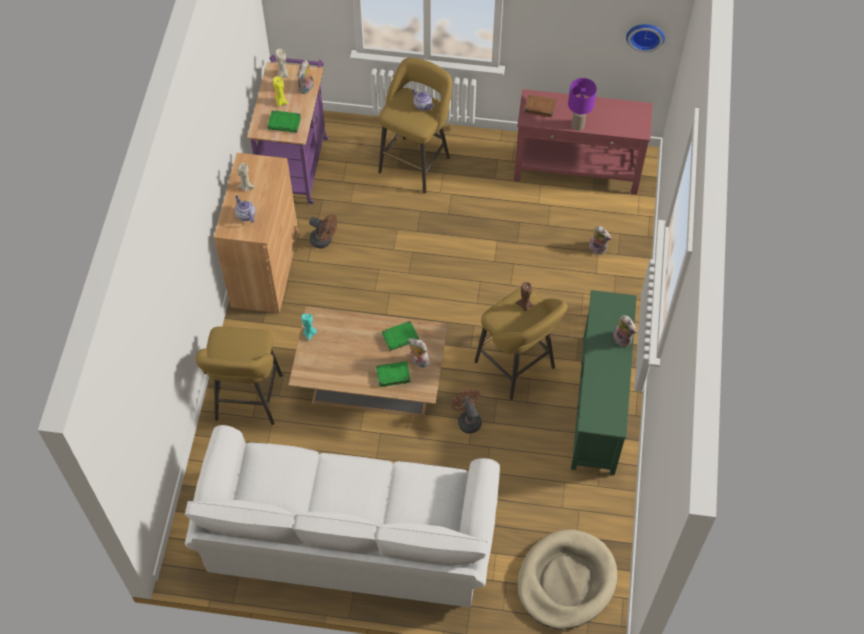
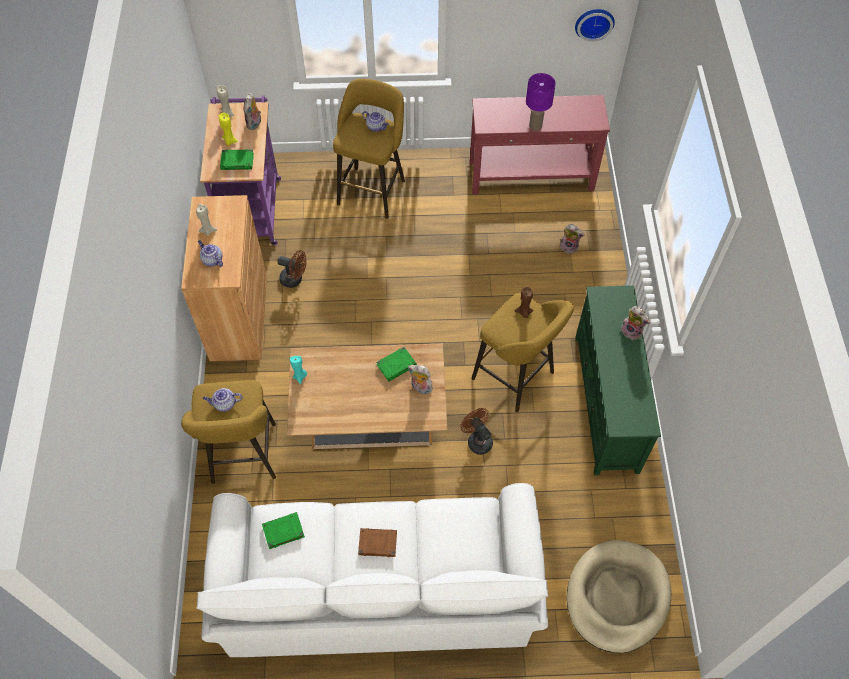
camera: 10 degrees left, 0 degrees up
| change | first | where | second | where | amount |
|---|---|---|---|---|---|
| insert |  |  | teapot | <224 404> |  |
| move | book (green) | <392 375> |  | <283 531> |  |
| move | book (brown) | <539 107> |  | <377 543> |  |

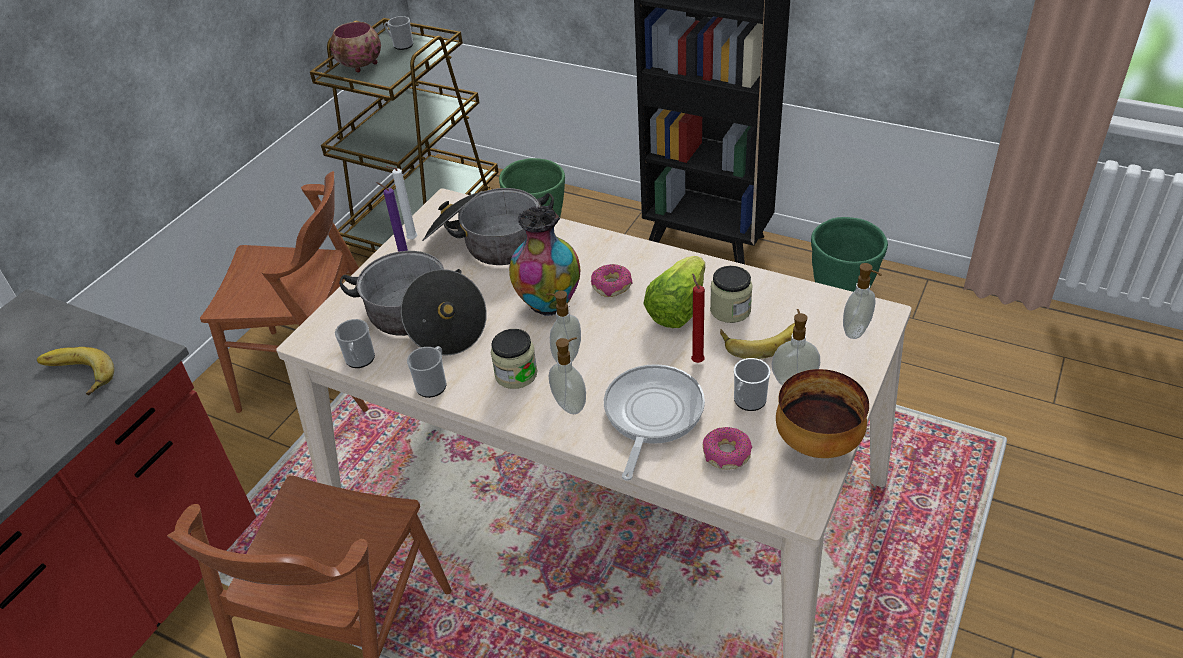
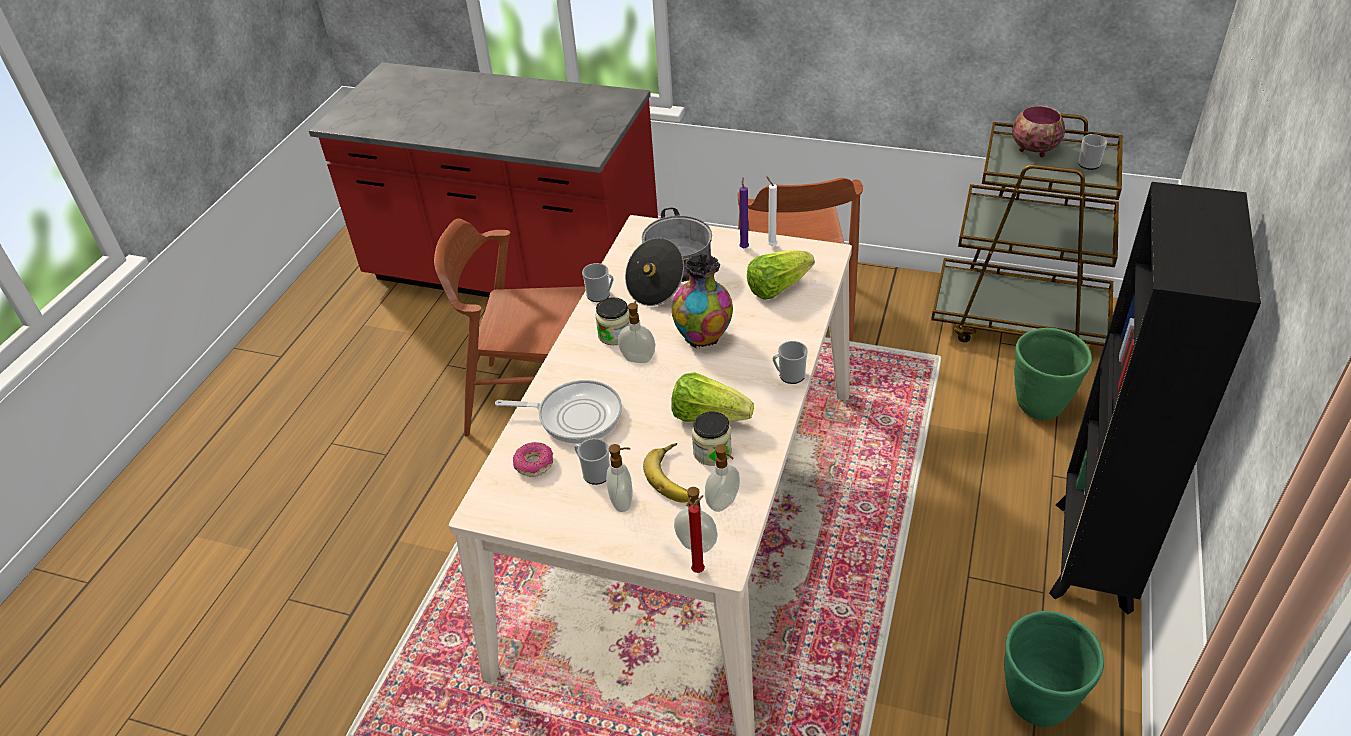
camera: 80 degrees right, 0 degrees up
| change | first | where | second | where | amount |
|---|---|---|---|---|---|
| move | candle (red) | <696 360> |  | <700 569> |  |
| move | soap dispenser | <570 404> |  | <723 503> |  |
| replace | cooking pot | <487 243> | lettuce | <777 287> |  |
| move | mug | <360 360> |  | <789 376> |  |
| delete | banana | <75 376> |  |  |  |
| delete | donut | <612 286> |  |  |  |
| delete | bowl | <816 443> |  |  |  |

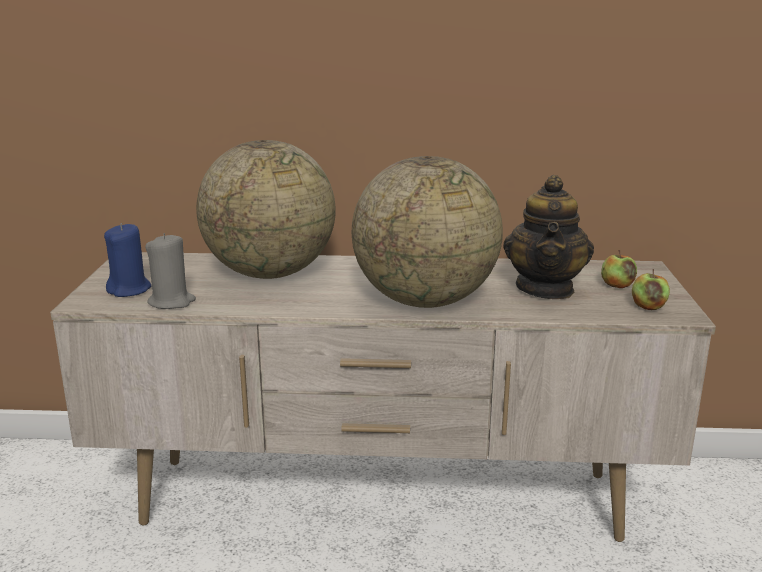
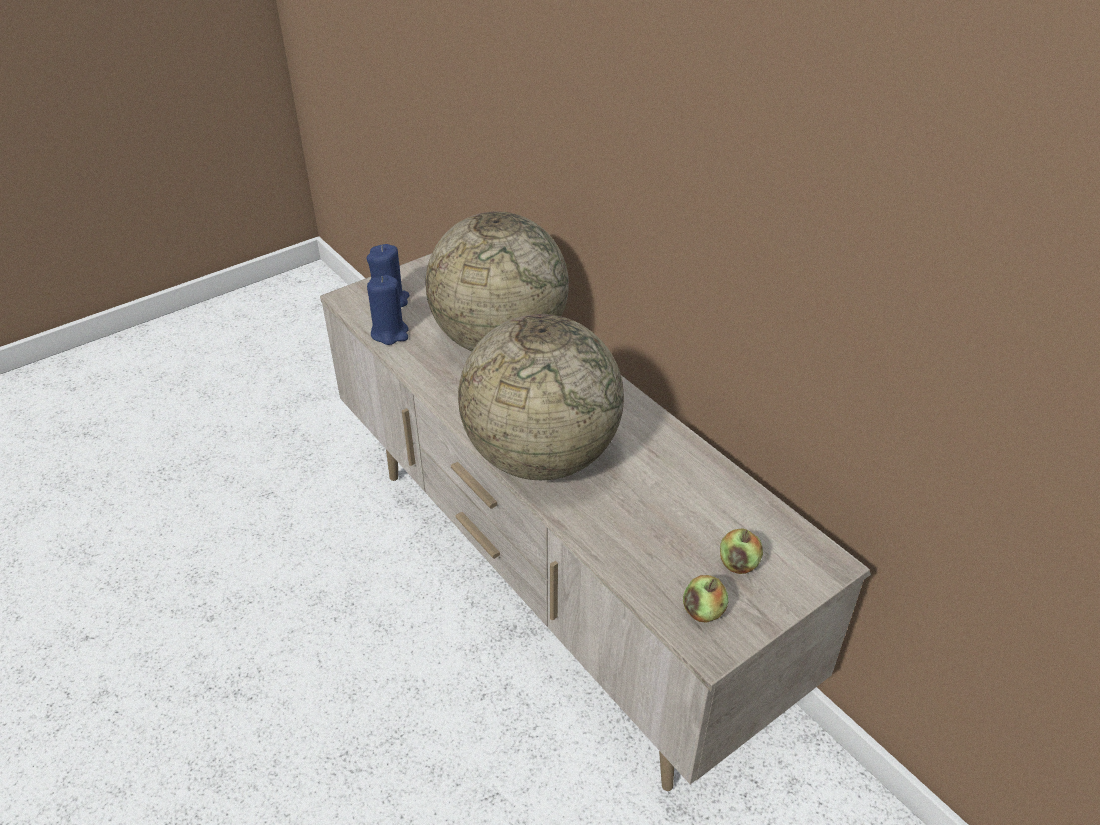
camera: 50 degrees right, 20 degrees up
| change | first | where | second | where | amount |
|---|---|---|---|---|---|
| recolor | candle (grey) | <171 302> | candle (blue) | <390 333> |  |
| delete | teapot | <545 289> |  |  |  |

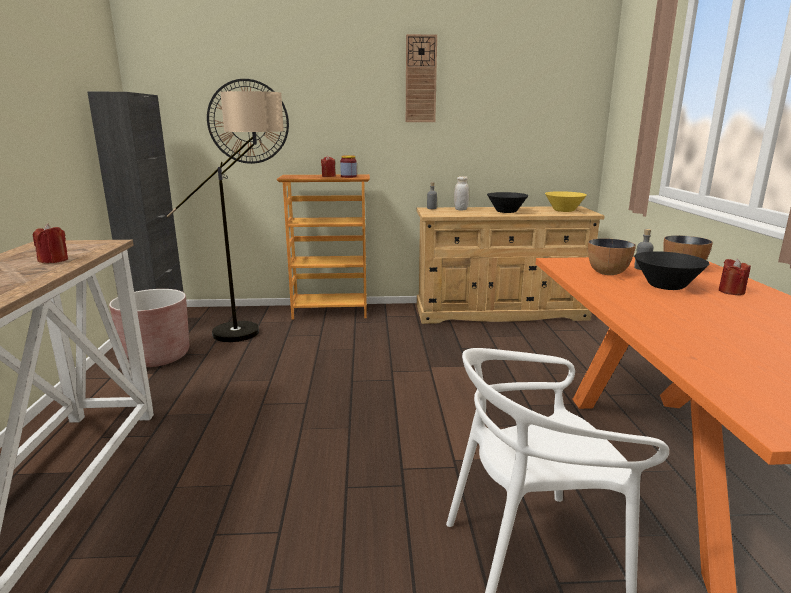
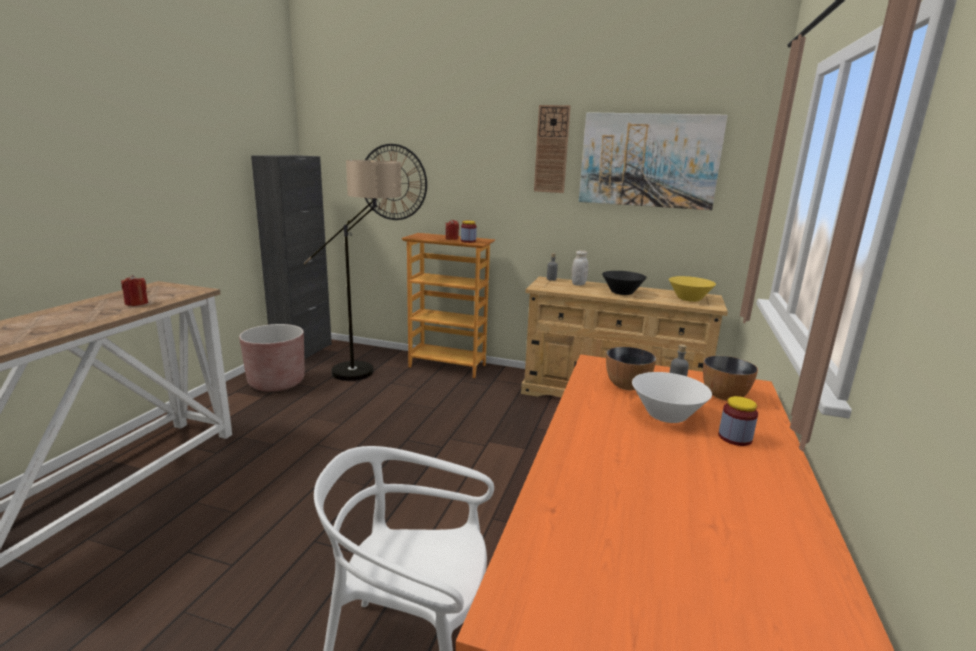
camera: 20 degrees right, 0 degrees up
| change | first | where | second | where | amount |
|---|---|---|---|---|---|
| insert |  |  | picture | <648 160> |  |
| recolor | bowl (black) | <666 286> | bowl (white) | <666 415> |  |
| replace | candle (red) | <731 291> | jar | <735 438> |  |

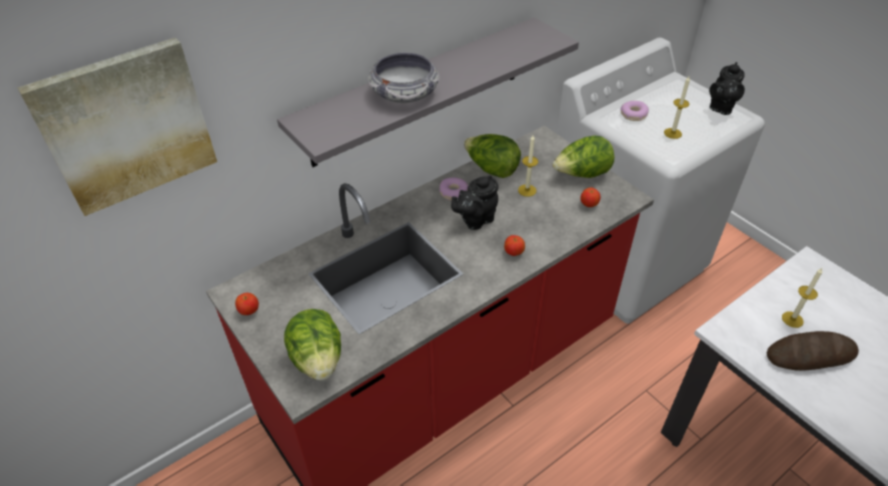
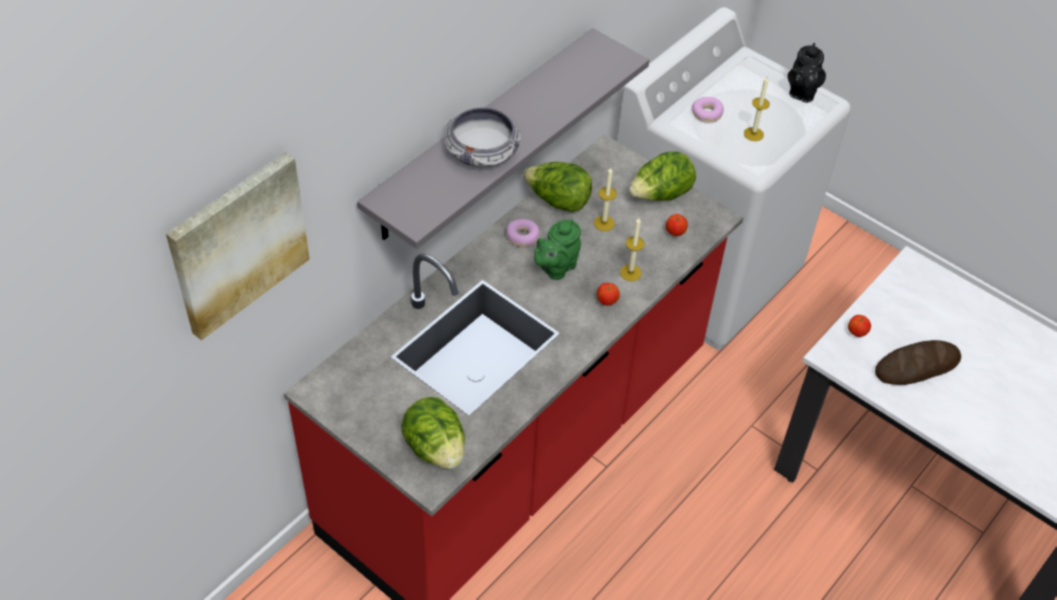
camera: 15 degrees left, 5 degrees up
| change | first | where | second | where | amount |
|---|---|---|---|---|---|
| recolor | teapot (black) | <475 220> | teapot (green) | <556 268> |  |
| move | candle | <792 319> |  | <630 273> |  |
| move | apple | <249 311> |  | <856 332> |  |

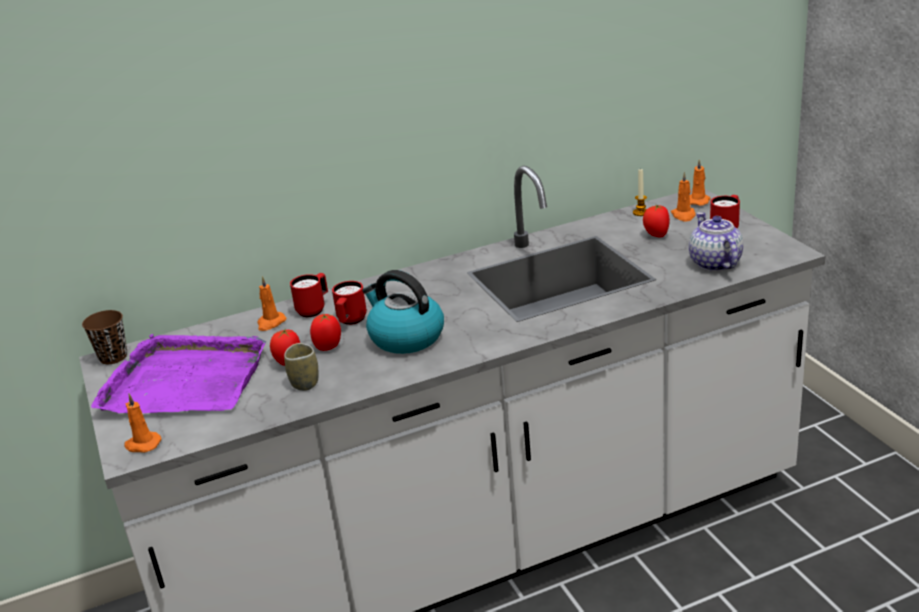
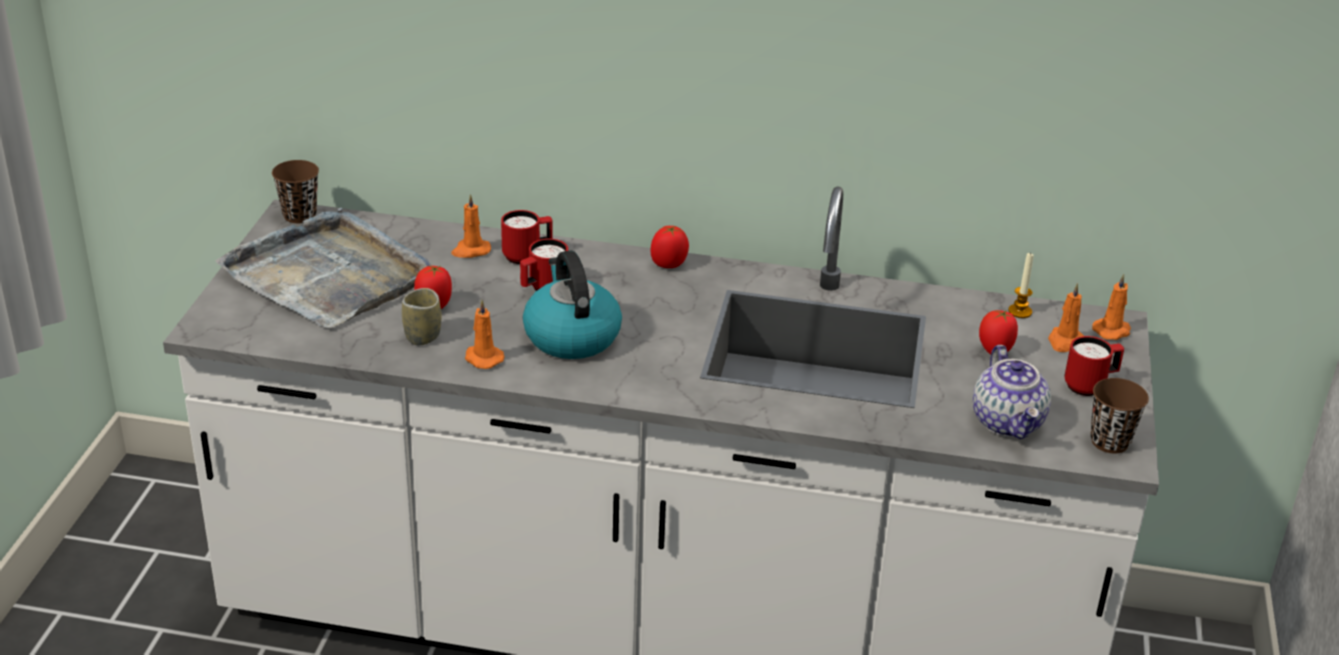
camera: 30 degrees right, 5 degrees up
| change | first | where | second | where | amount |
|---|---|---|---|---|---|
| recolor | tray (purple) | <185 380> | tray (grey) | <329 275> |  |
| move | candle (orange) | <142 444> |  | <482 358> |  |
| move | tomato | <328 347> |  | <669 264> |  |
| rotate | teapot | <714 263> |  | <1008 422> | 150 degrees clockwise |
| insert |  |  | cup (brown) | <1110 442> |  |

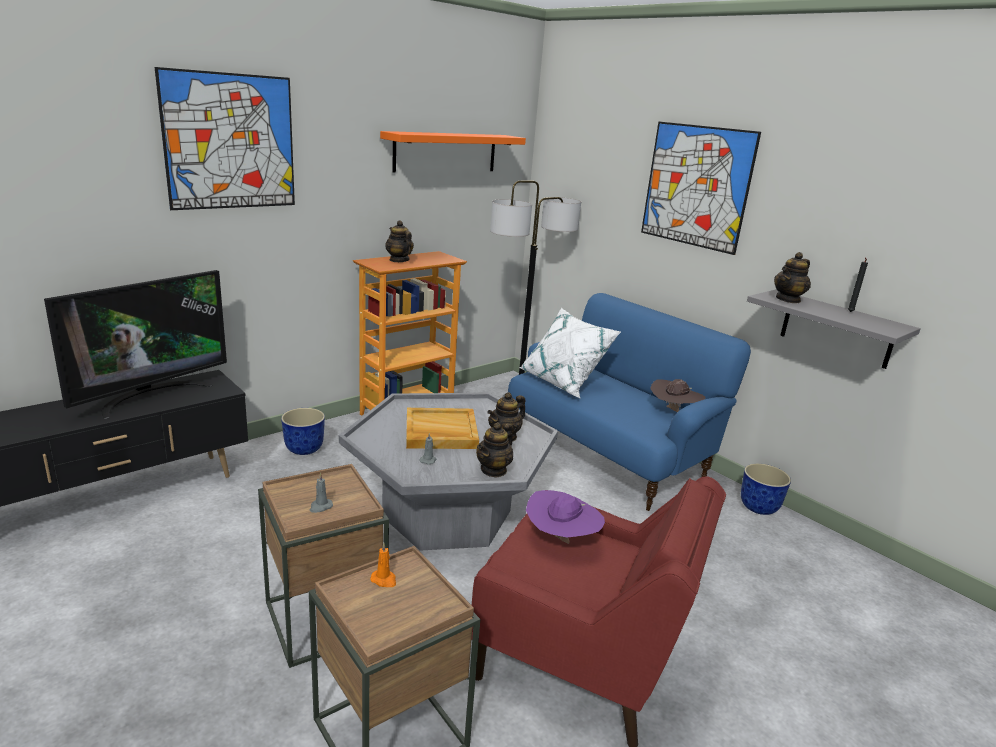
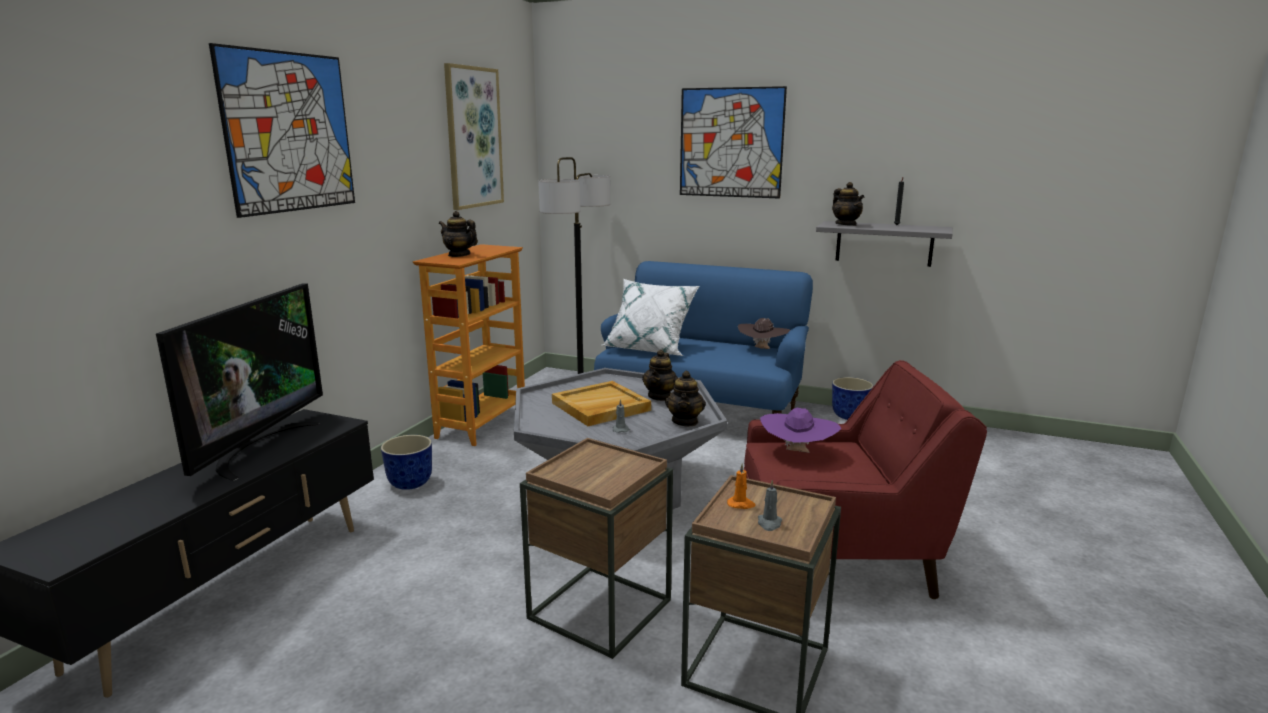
camera: 25 degrees left, 5 degrees down
| change | first | where | second | where | amount |
|---|---|---|---|---|---|
| replace | shelf (orange) | <446 152> | picture | <473 138> |  |
| move | candle (grey) | <320 507> |  | <769 523> |  |
| rotate | teapot | <788 299> |  | <846 224> | 45 degrees counterclockwise |

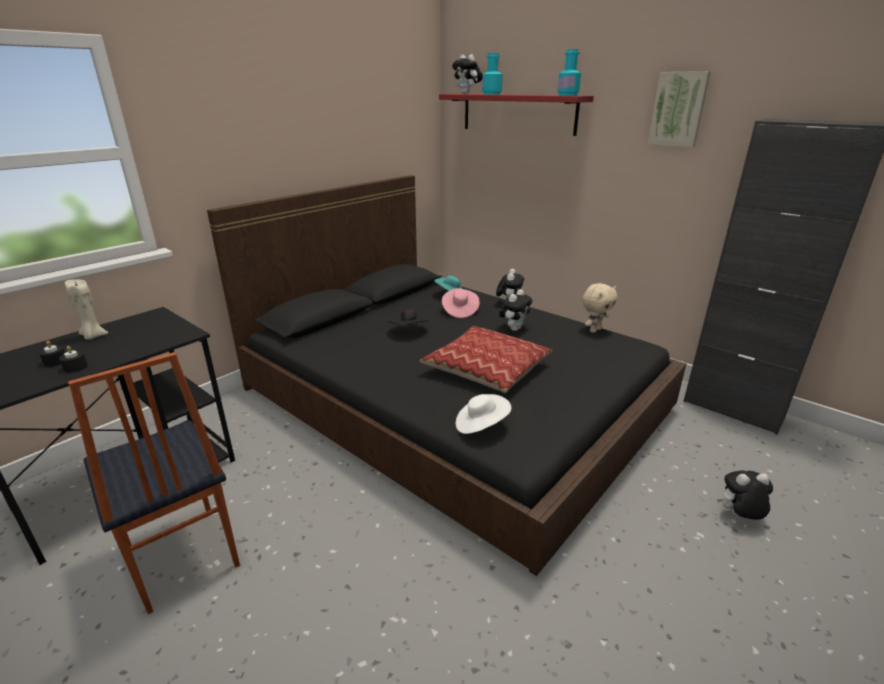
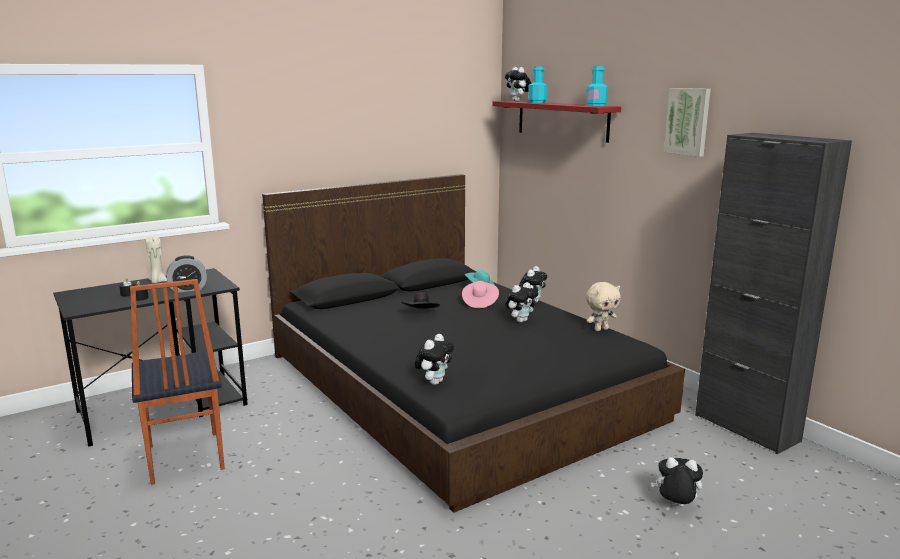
camera: 15 degrees right, 10 degrees down
| change | first | where | second | where | amount |
|---|---|---|---|---|---|
| insert |  |  | alarm clock | <188 289> |  |
| replace | hat (white) | <481 425> | plush toy | <434 382> |  |
| delete | pillow | <486 368> |  |  |  |

